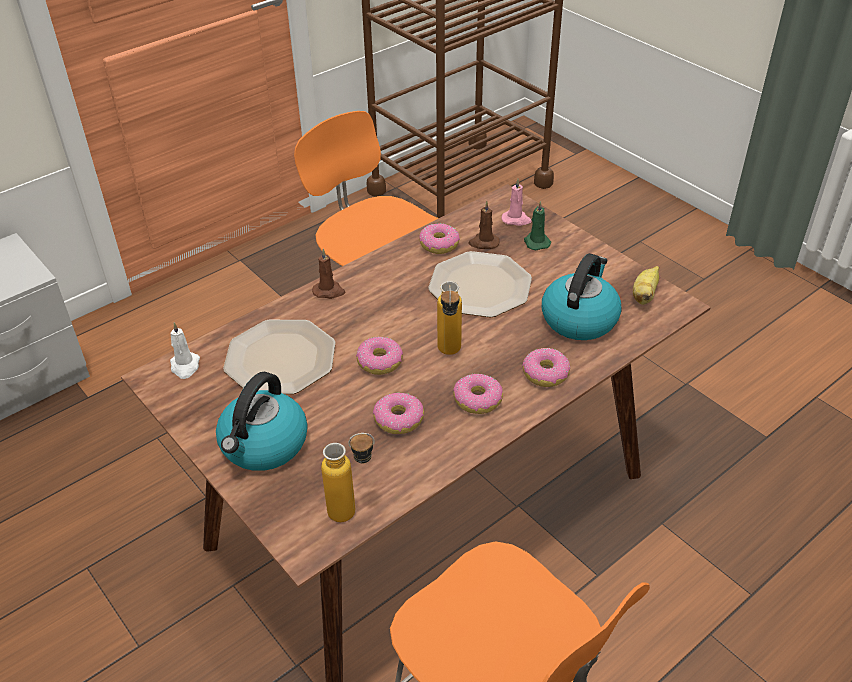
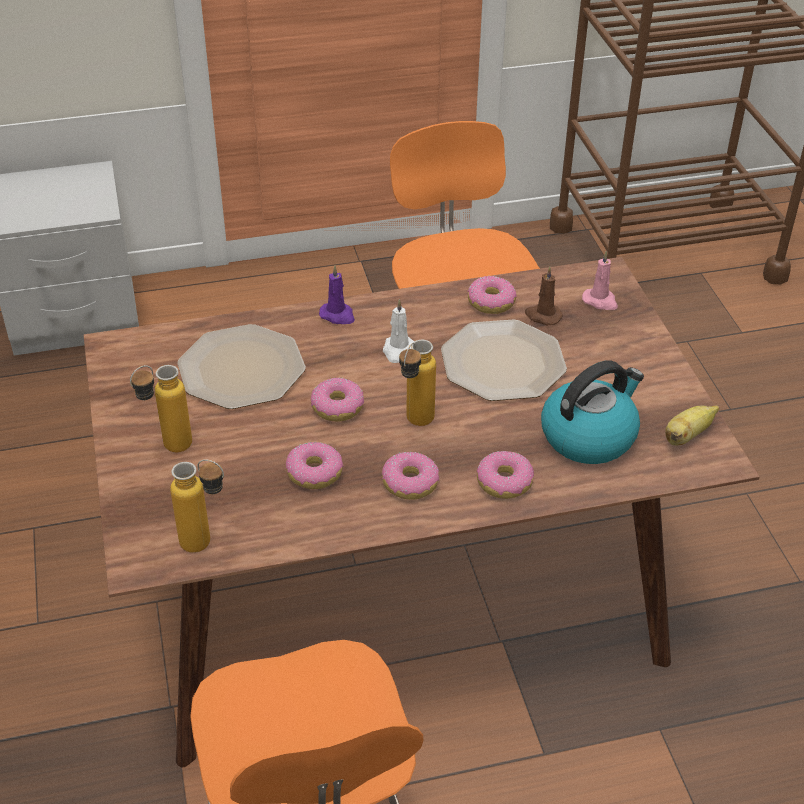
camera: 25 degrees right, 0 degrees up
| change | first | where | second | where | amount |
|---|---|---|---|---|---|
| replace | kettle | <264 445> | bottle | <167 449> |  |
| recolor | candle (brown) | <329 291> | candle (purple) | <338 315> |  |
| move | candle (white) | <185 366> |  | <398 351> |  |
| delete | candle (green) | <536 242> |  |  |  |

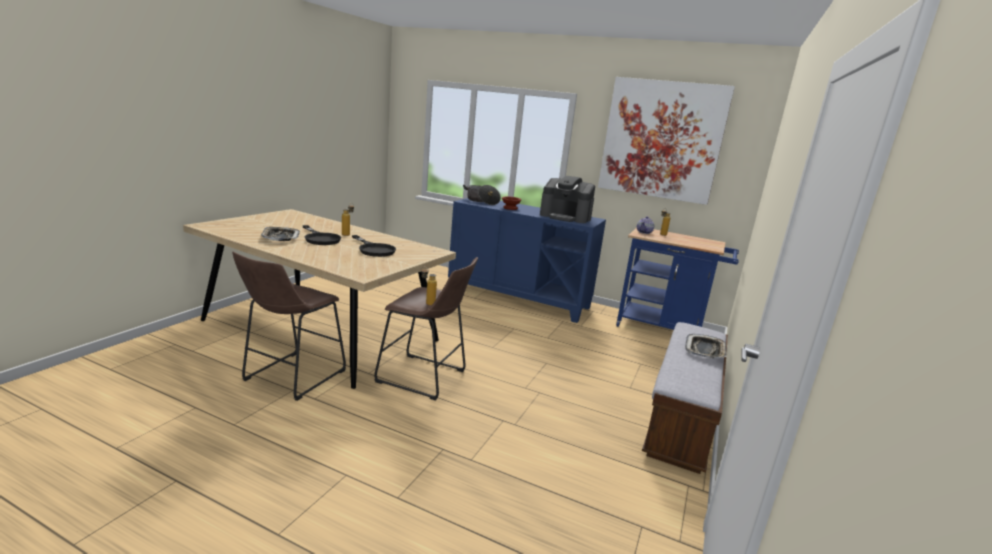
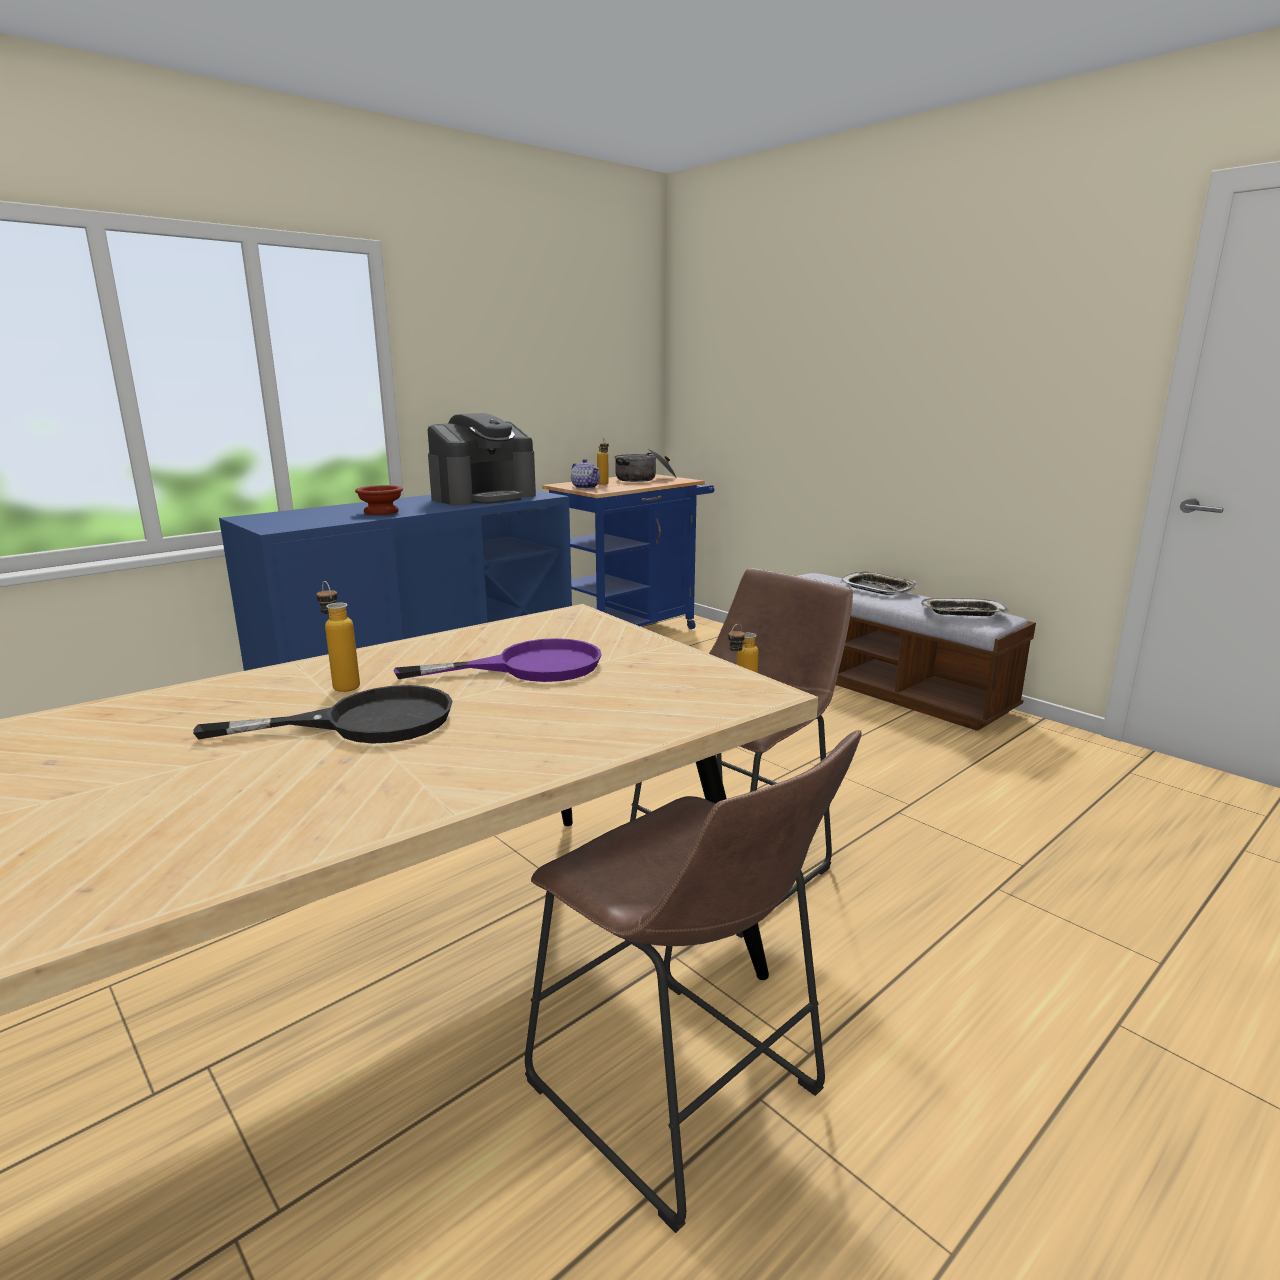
camera: 65 degrees left, 0 degrees up
| change | first | where | second | where | amount |
|---|---|---|---|---|---|
| recolor | frying pan (black) | <374 249> | frying pan (purple) | <530 667> |  |
| move | cooking pot | <482 201> |  | <645 479> |  |
| move | tray | <280 237> |  | <962 613> |  |
| delete | picture | <662 140> |  |  |  |

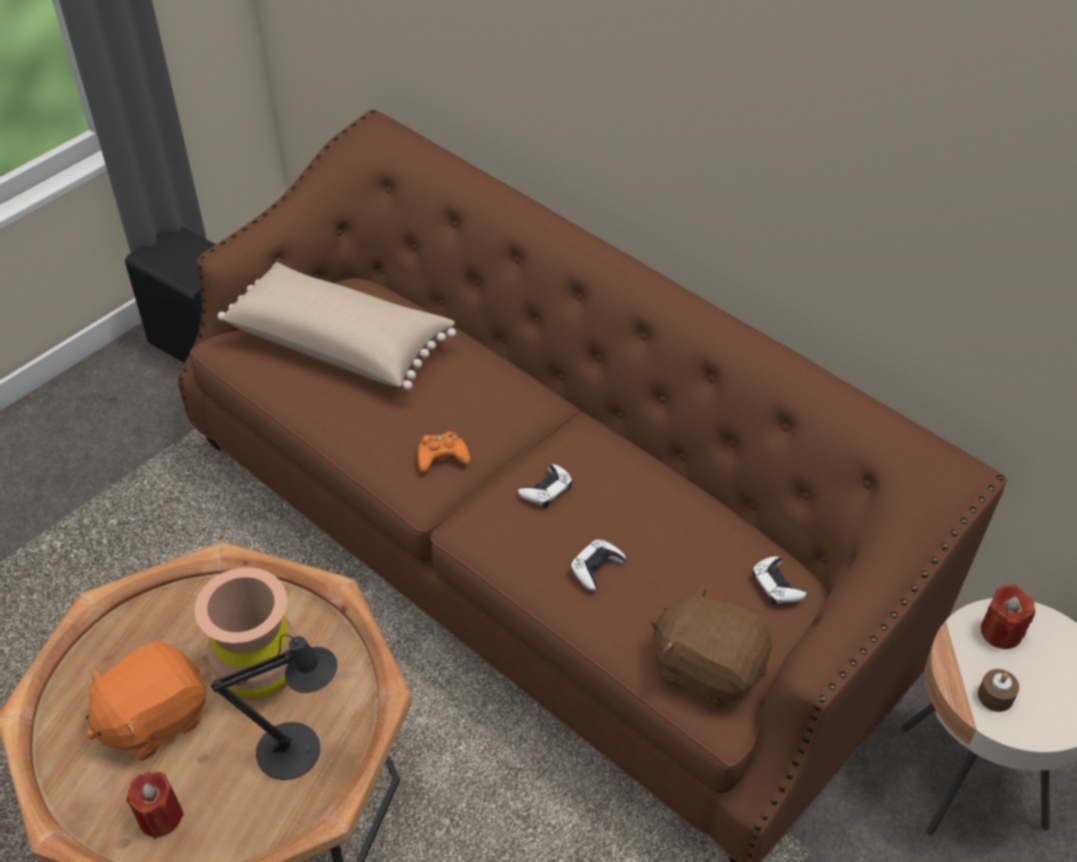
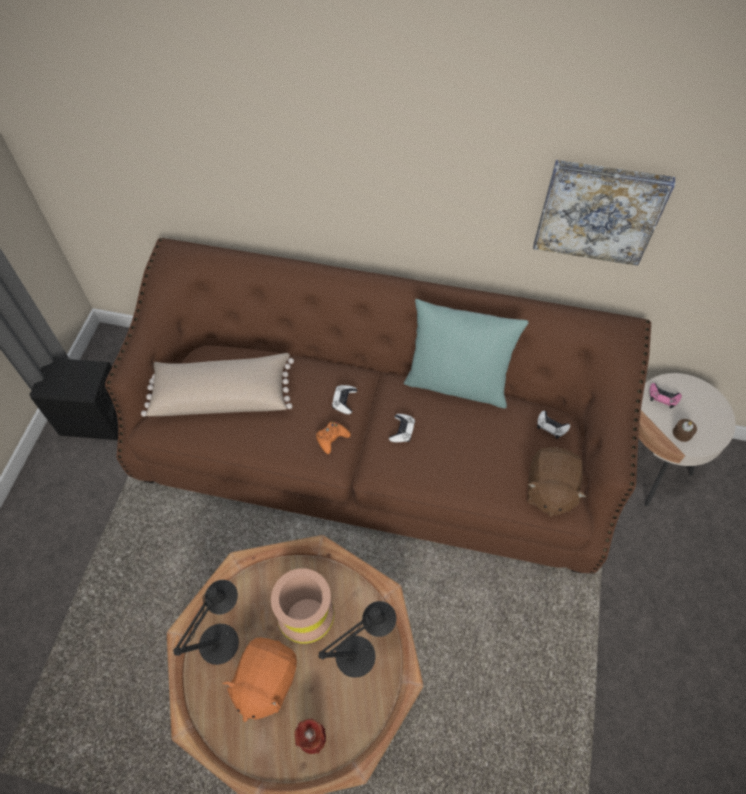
camera: 30 degrees left, 10 degrees up
| change | first | where | second | where | amount |
|---|---|---|---|---|---|
| insert |  |  | table lamp (black) | <223 639> |  |
| move | game controller (white) | <596 568> |  | <344 401> |  |
| insert |  |  | pillow (turquoise) | <457 384> |  |
| rotate | plush toy (brown) | <708 667> |  | <549 490> | 75 degrees counterclockwise |
| insert |  |  | picture | <599 212> |  |
| replace | candle (red) | <1001 632> | game controller (pink) | <663 397> |  |

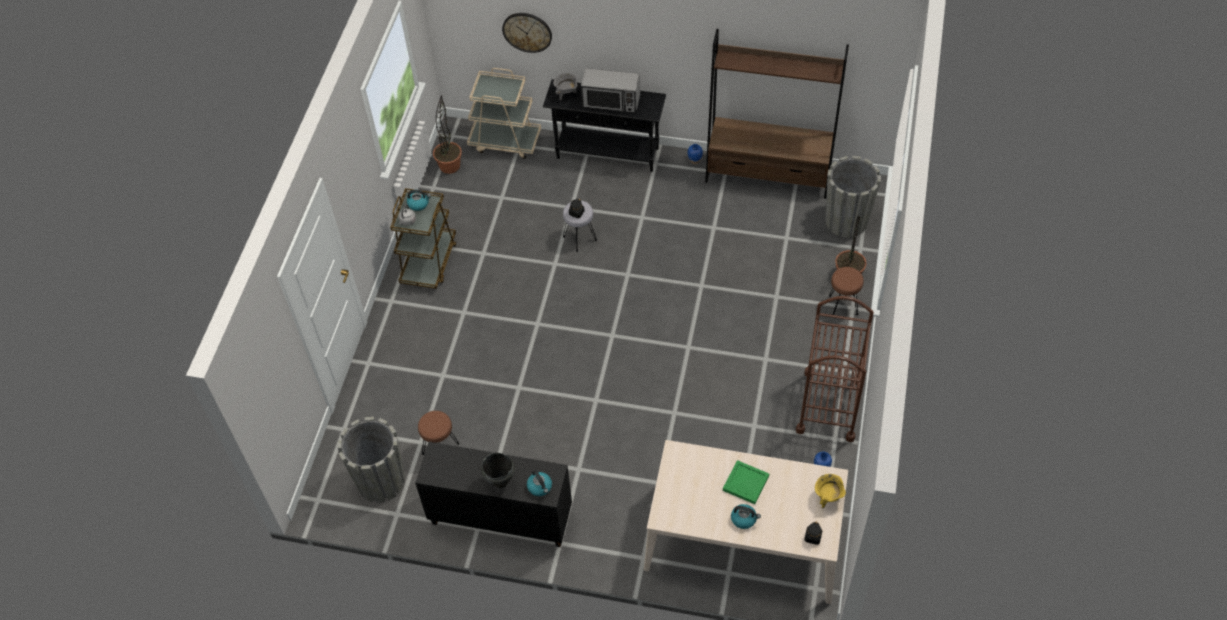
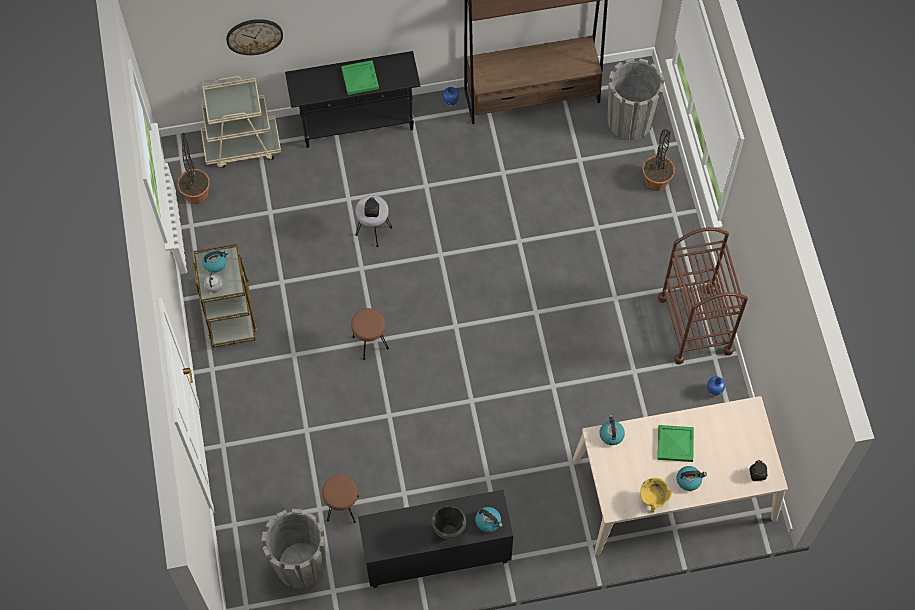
camera: 25 degrees left, 10 degrees up
| change | first | where | second | where | amount |
|---|---|---|---|---|---|
| replace | microwave | <611 101> | tray (green) | <360 78> |  |
| move | stool (brown) | <842 305> |  | <370 343> |  |
| insert |  |  | kettle | <611 434> |  |
| move | cooking pot (yellow) | <828 497> |  | <653 499> |  |
| delete | cooking pot (grey) | <566 94> |  |  |  |

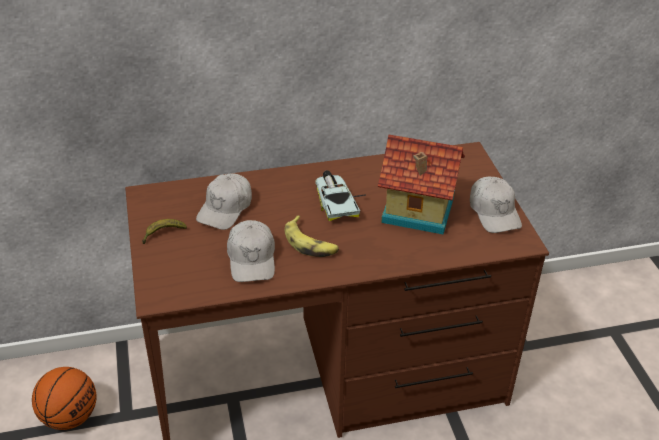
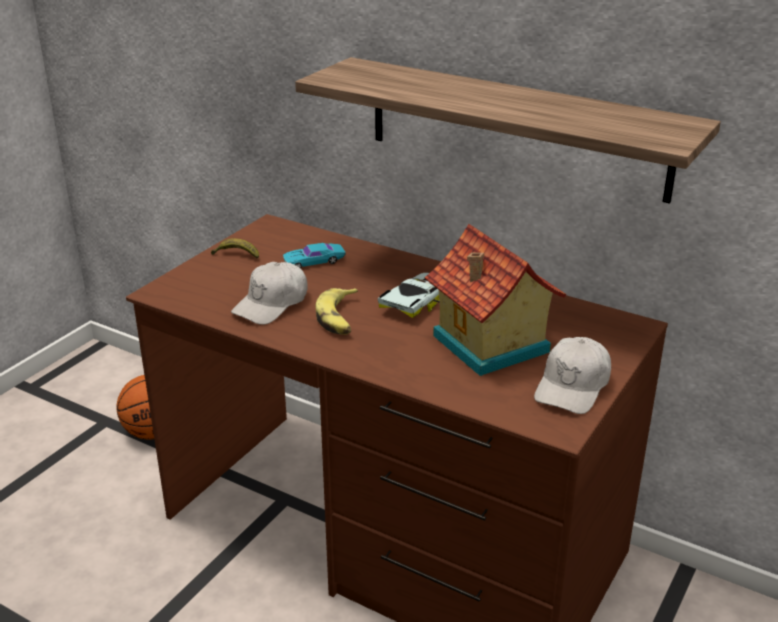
camera: 45 degrees right, 10 degrees down
| change | first | where | second | where | amount |
|---|---|---|---|---|---|
| replace | cap (white) | <225 208> | toy car (turquoise) | <314 261> |  |
| insert |  |  | shelf | <515 128> |  |

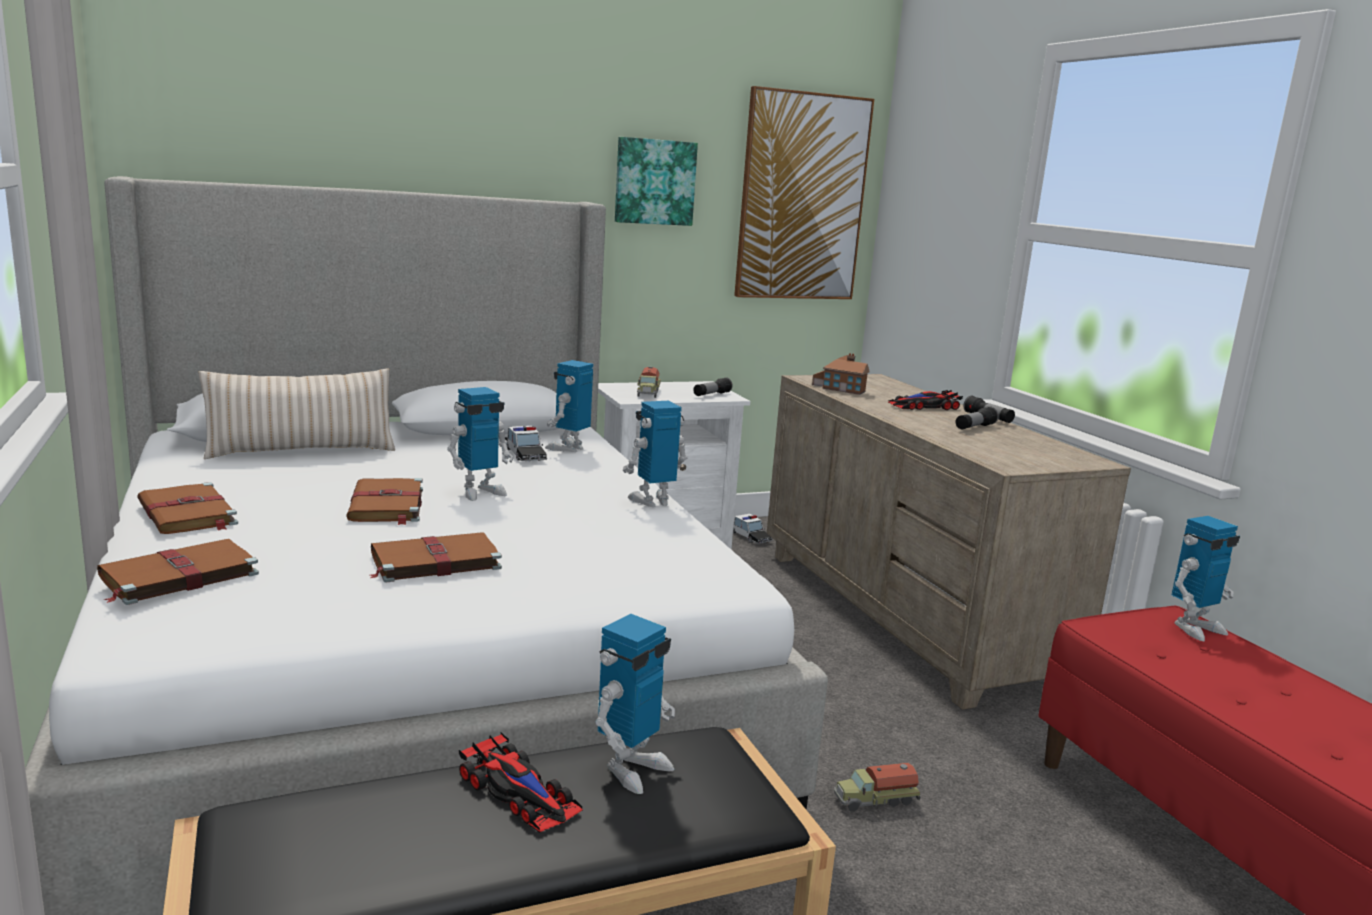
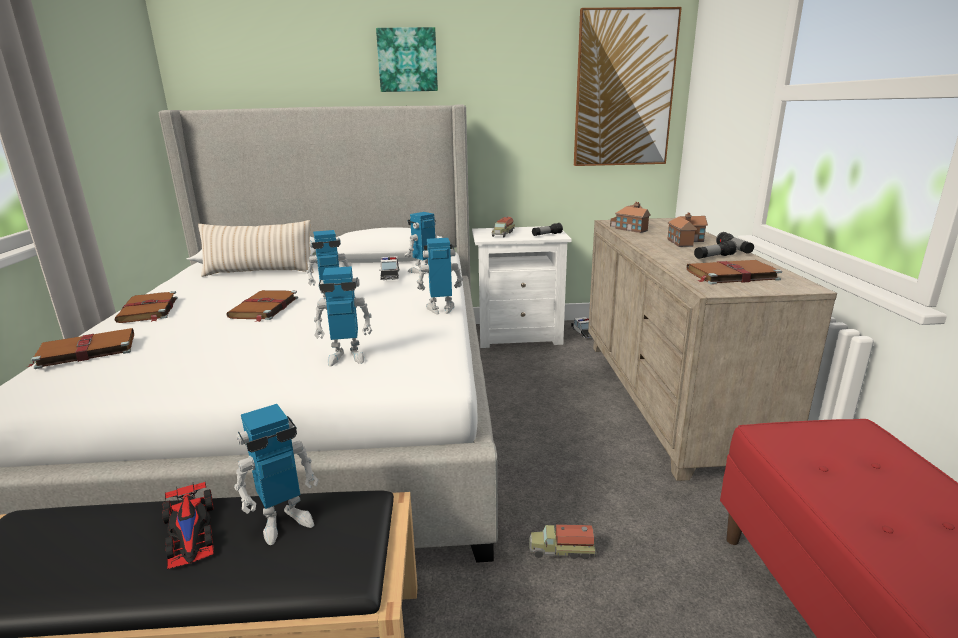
camera: 20 degrees right, 5 degrees up
| change | first | where | second | where | amount |
|---|---|---|---|---|---|
| move | toy robot | <1194 628> |  | <346 357> |  |
| move | picture | <654 182> |  | <407 60> |  |
| replace | toy car | <924 406> | toy house | <685 241> |  |
| move | book (brown) | <433 561> |  | <730 275> |  |

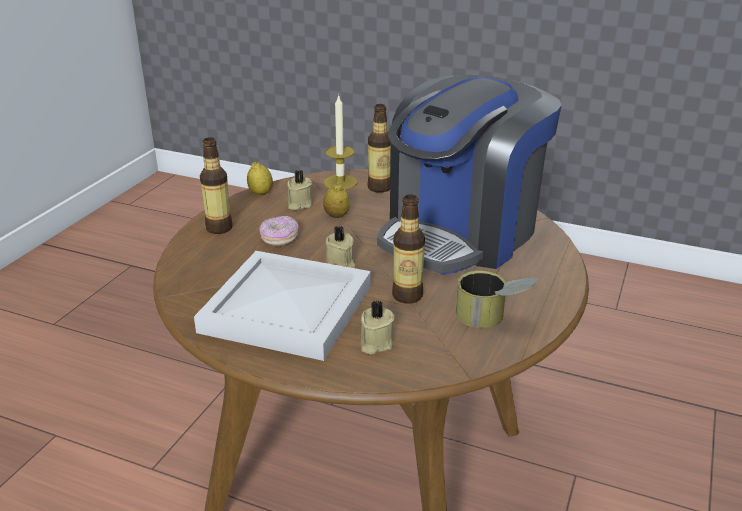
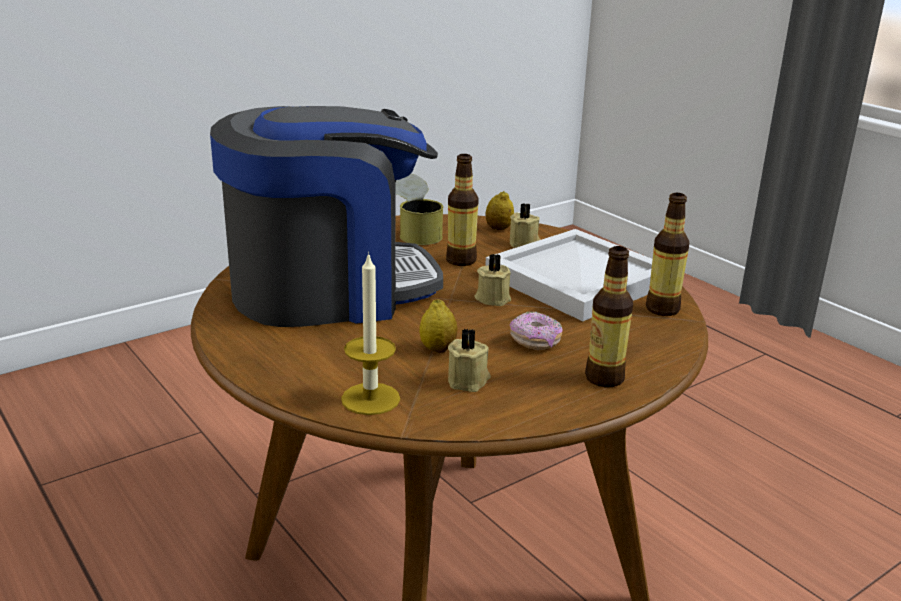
camera: 150 degrees left, 5 degrees down
| change | first | where | second | where | amount |
|---|---|---|---|---|---|
| move | lemon | <260 193> |  | <498 229> |  |
| move | bottle | <379 188> |  | <662 309> |  |

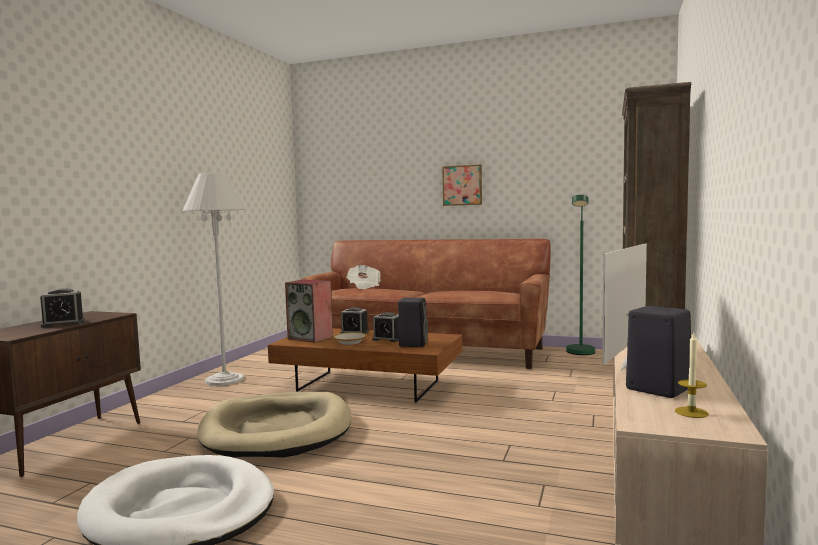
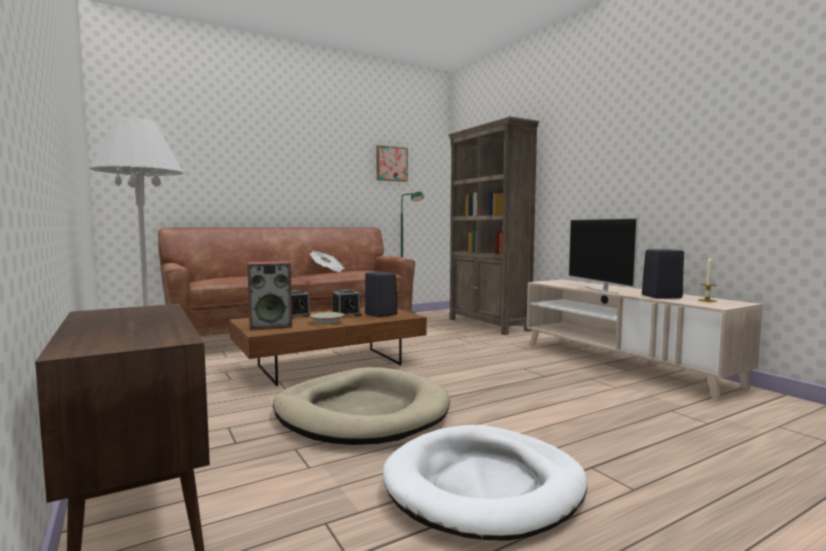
camera: 50 degrees left, 0 degrees up
| change | first | where | second | where | amount |
|---|---|---|---|---|---|
| move | newspaper | <364 286> |  | <327 271> |  |
| move | picture | <462 185> |  | <391 164> |  |
| delete | alarm clock | <63 323> |  |  |  |

